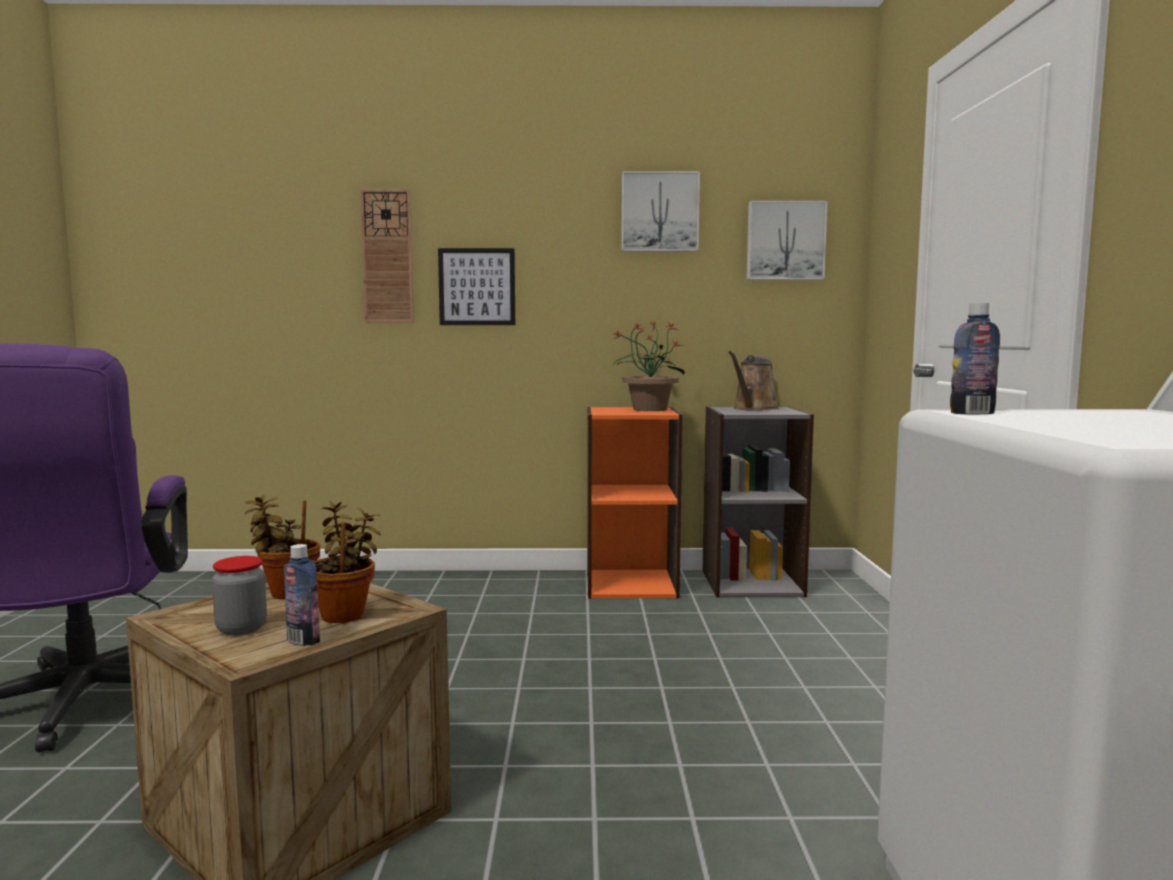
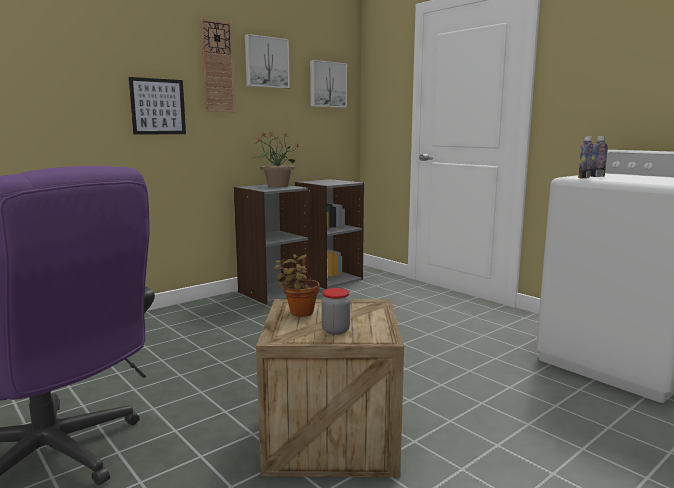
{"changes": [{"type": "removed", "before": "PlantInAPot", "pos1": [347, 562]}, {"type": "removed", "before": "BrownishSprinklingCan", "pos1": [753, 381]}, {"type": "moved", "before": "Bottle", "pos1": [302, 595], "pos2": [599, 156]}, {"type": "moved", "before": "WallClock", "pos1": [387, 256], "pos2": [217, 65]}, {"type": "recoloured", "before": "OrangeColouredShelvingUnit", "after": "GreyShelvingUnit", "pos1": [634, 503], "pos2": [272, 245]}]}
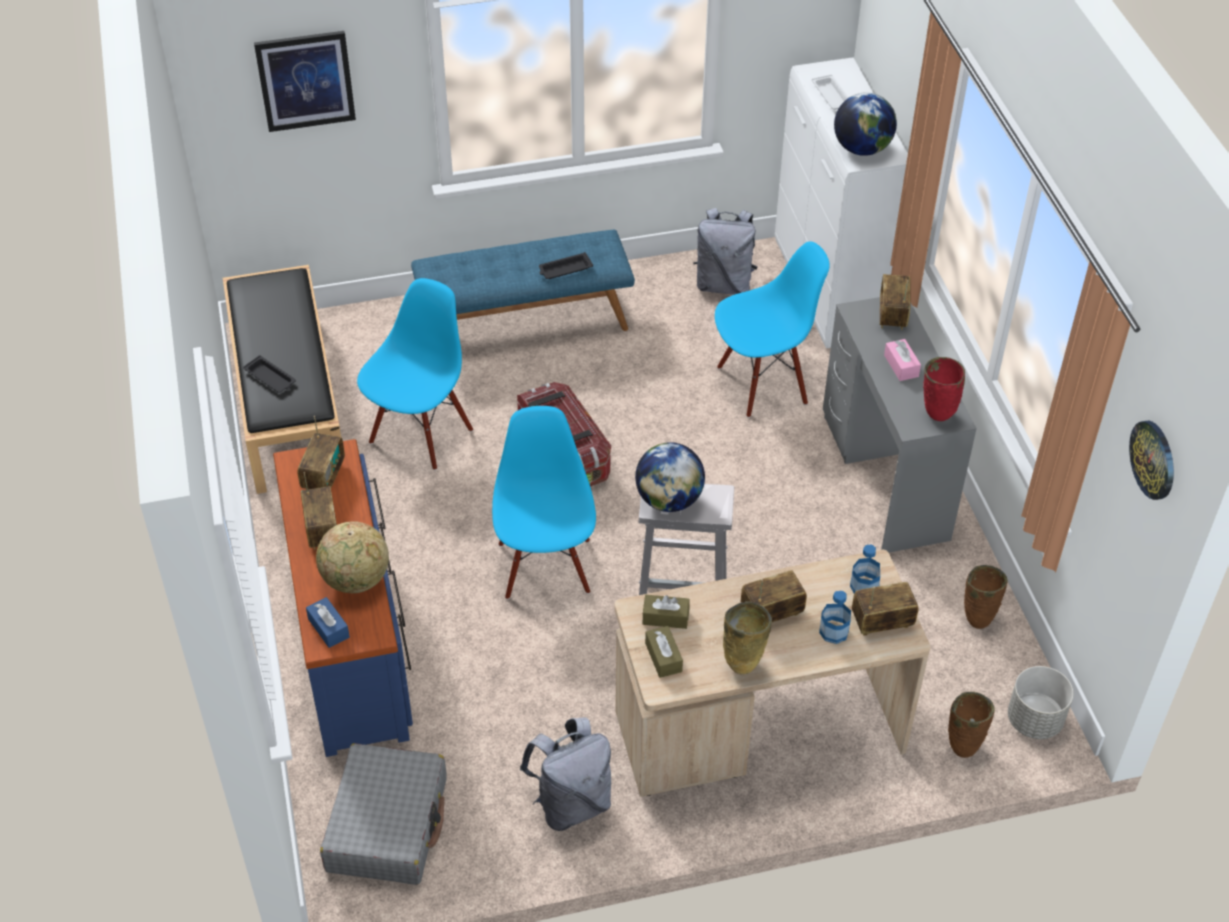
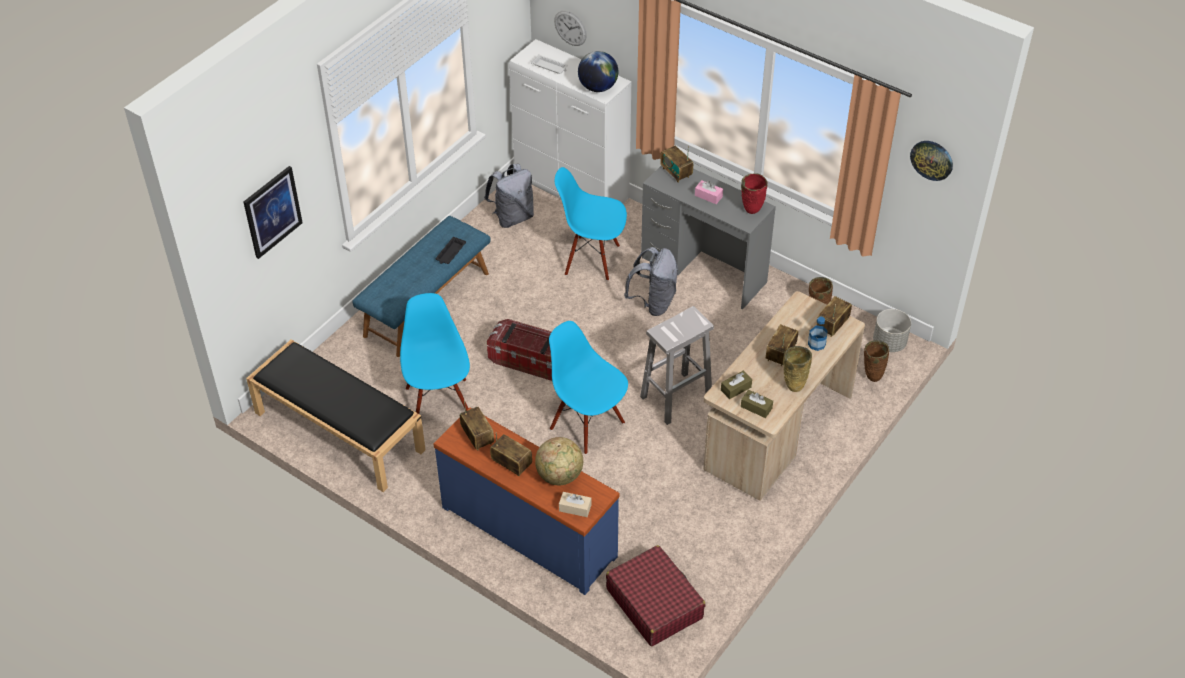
{"changes": [{"type": "removed", "before": "BlackCarryingTray", "pos1": [269, 374]}, {"type": "removed", "before": "Globe", "pos1": [670, 477]}, {"type": "removed", "before": "Bottle", "pos1": [865, 569]}, {"type": "added", "after": "WallClock", "pos2": [570, 28]}, {"type": "moved", "before": "GreyKnapsack", "pos1": [565, 774], "pos2": [651, 281]}, {"type": "recoloured", "before": "BluishBoxOfTissues", "after": "BeigeColouredBoxOfTissues", "pos1": [328, 622], "pos2": [575, 504]}, {"type": "recoloured", "before": "GreyPieceOfLuggage", "after": "ReddishPieceOfLuggage", "pos1": [383, 814], "pos2": [655, 595]}, {"type": "turned", "before": "BluishChair", "pos1": [772, 329], "pos2": [591, 224], "turn": -105}]}
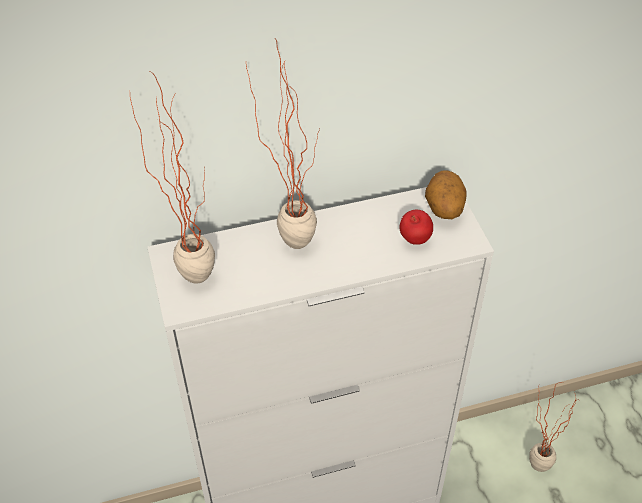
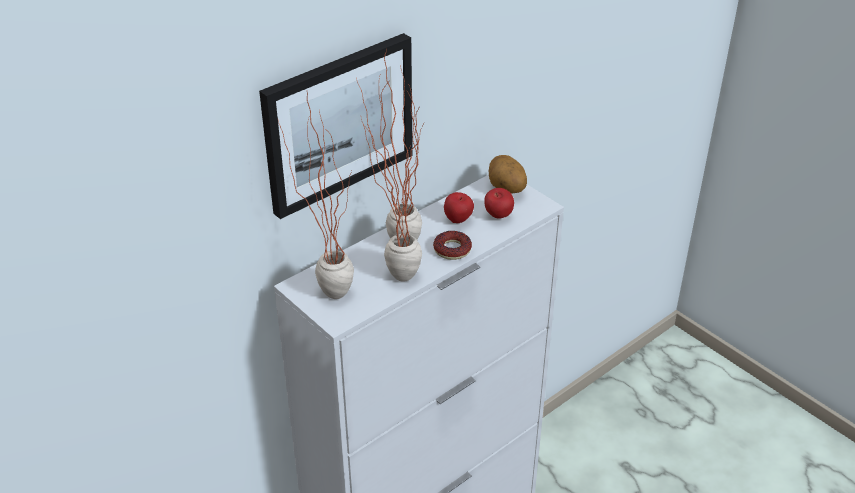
{"changes": [{"type": "added", "after": "WallPicture", "pos2": [336, 126]}, {"type": "added", "after": "RingDoughnut", "pos2": [452, 245]}, {"type": "added", "after": "Apple", "pos2": [459, 207]}, {"type": "moved", "before": "PlantInAPot", "pos1": [553, 427], "pos2": [391, 182]}]}
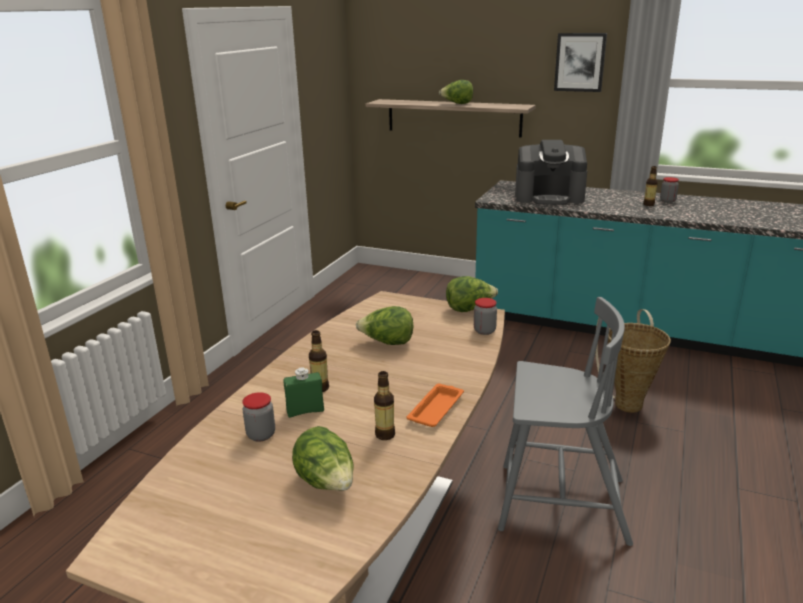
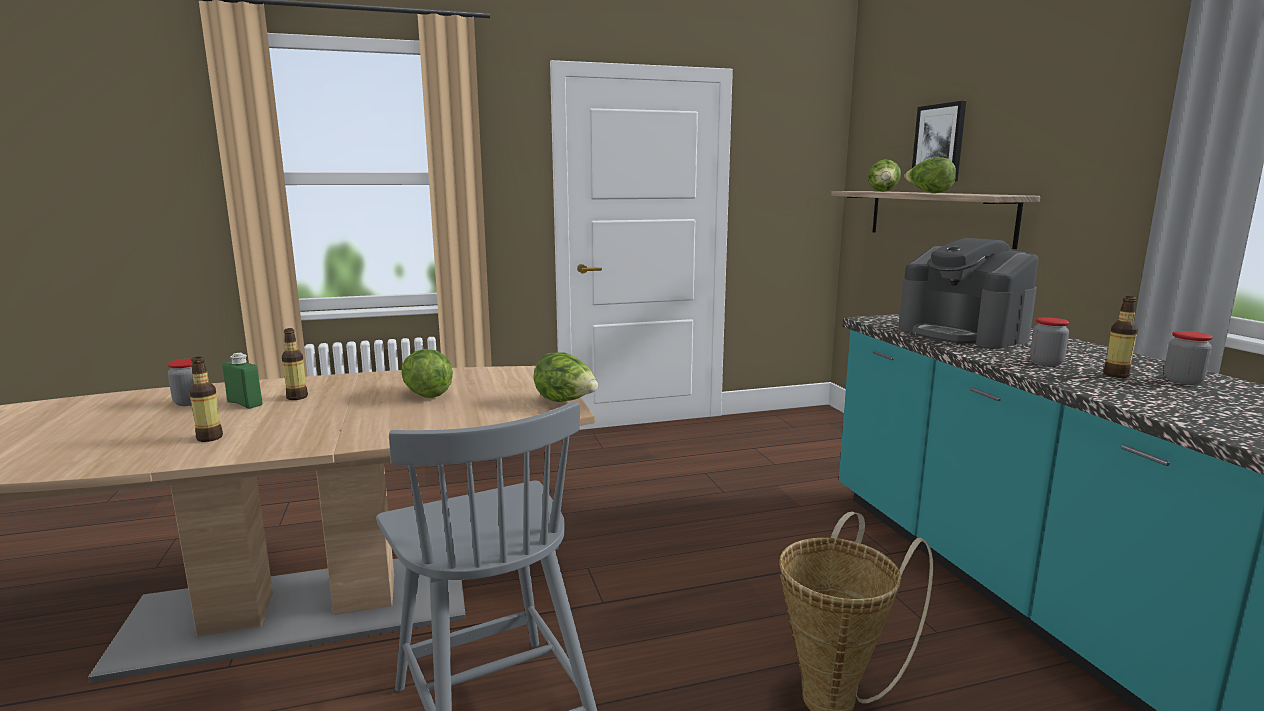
{"changes": [{"type": "removed", "before": "OrangeColouredCarryingTray", "pos1": [435, 405]}, {"type": "moved", "before": "HeadOfLettuce", "pos1": [323, 458], "pos2": [884, 175]}, {"type": "moved", "before": "PreserveJar", "pos1": [485, 316], "pos2": [1049, 341]}, {"type": "moved", "before": "WallPicture", "pos1": [580, 62], "pos2": [939, 141]}]}
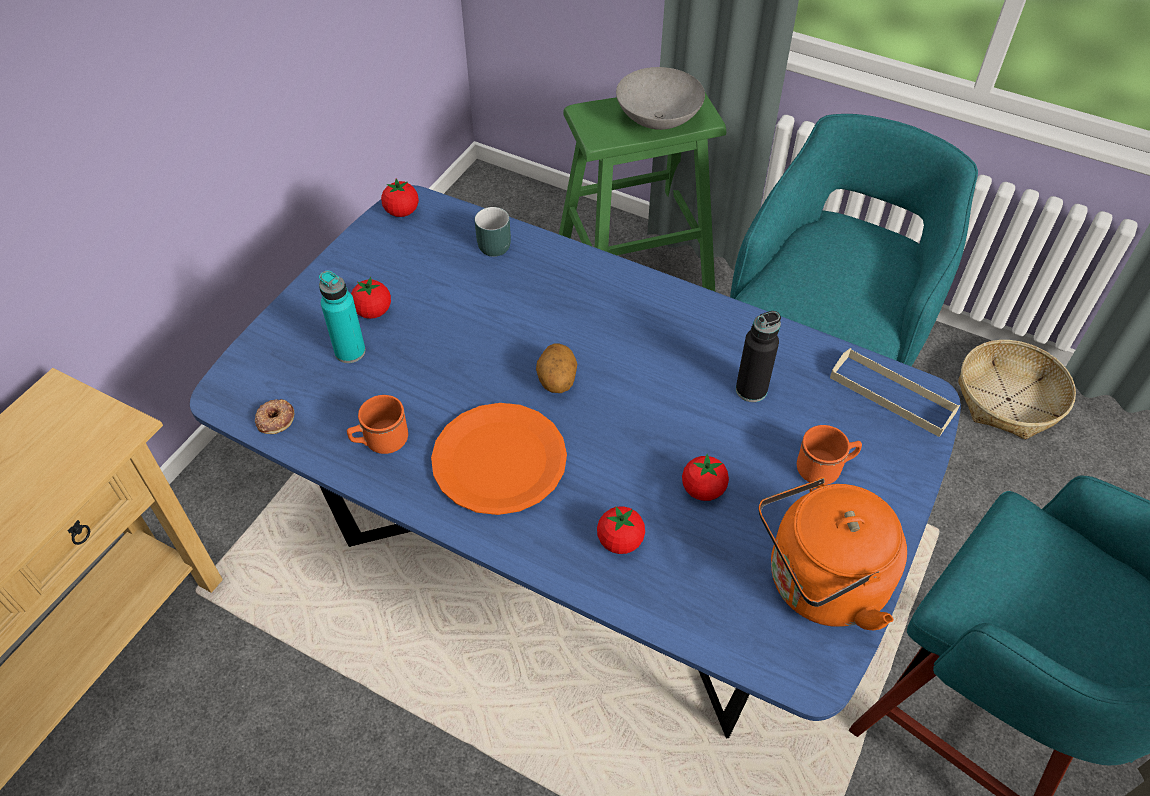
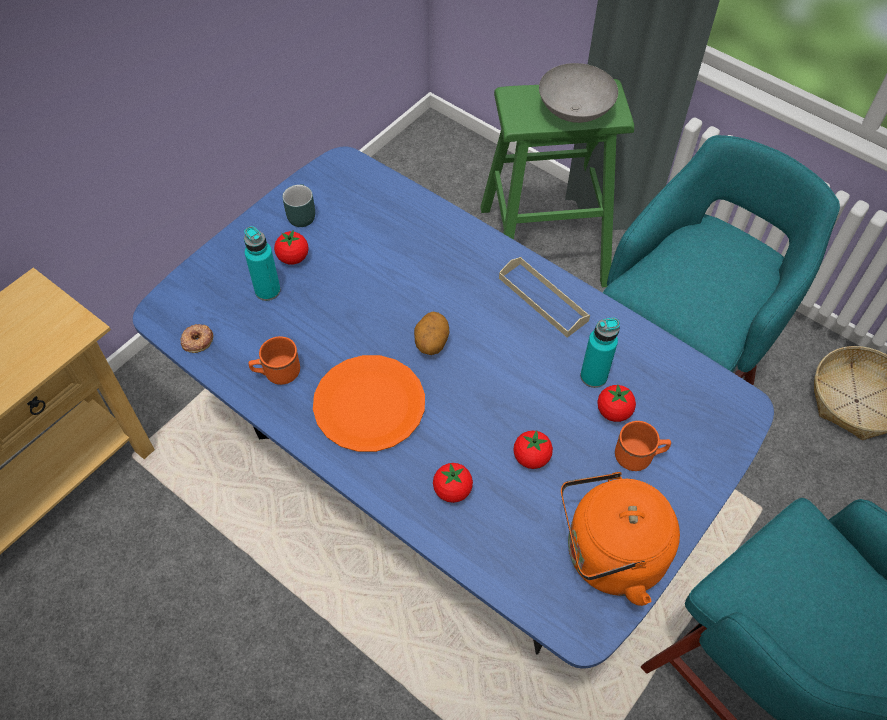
{"changes": [{"type": "moved", "before": "FreshTomato", "pos1": [400, 198], "pos2": [616, 403]}, {"type": "moved", "before": "TurquoiseColouredCoffeeMug", "pos1": [493, 232], "pos2": [298, 205]}, {"type": "moved", "before": "BeigeColouredCarryingTray", "pos1": [895, 392], "pos2": [544, 297]}, {"type": "recoloured", "before": "BlackBottle", "after": "TurquoiseColouredBottle", "pos1": [758, 356], "pos2": [600, 353]}]}
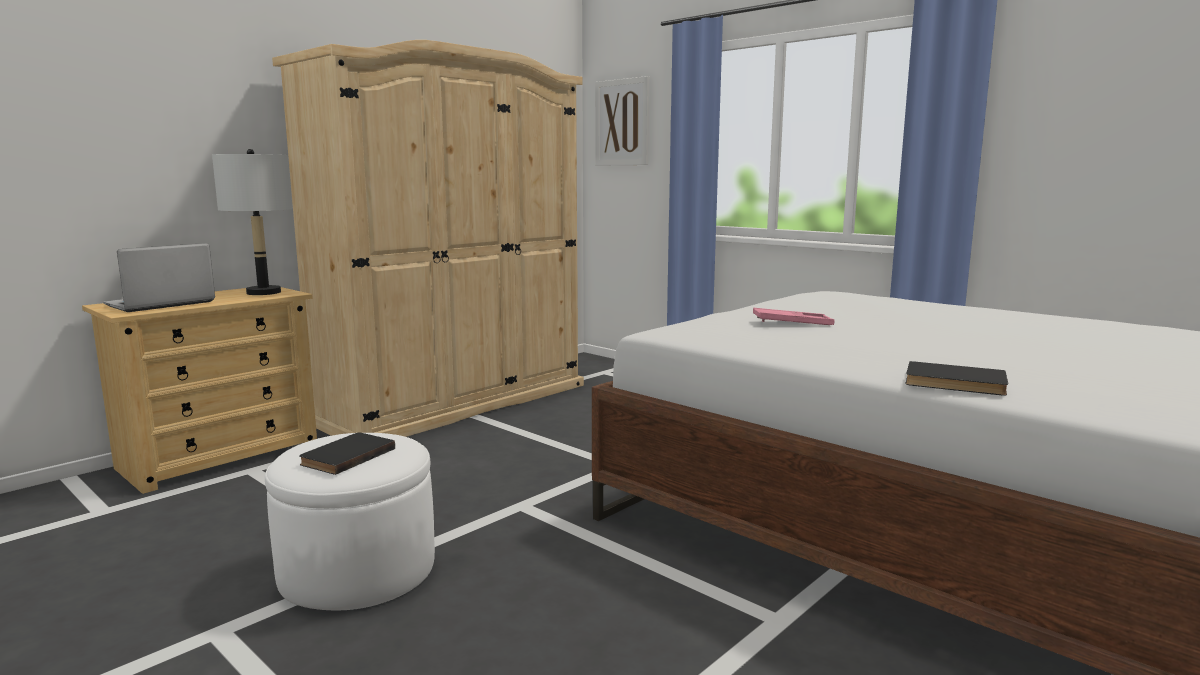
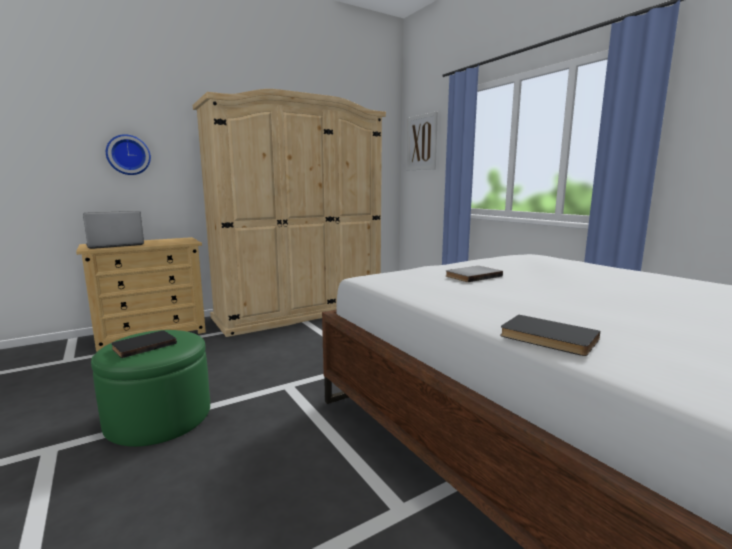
{"changes": [{"type": "removed", "before": "GreyTabletopLamp", "pos1": [252, 222]}, {"type": "added", "after": "WallClock", "pos2": [128, 154]}, {"type": "replaced", "before": "PinkCarryingTray", "after": "GreyBoundBook", "pos1": [794, 316], "pos2": [474, 274]}, {"type": "recoloured", "before": "WhiteOttoman", "after": "GreenColouredOttoman", "pos1": [350, 521], "pos2": [150, 388]}]}
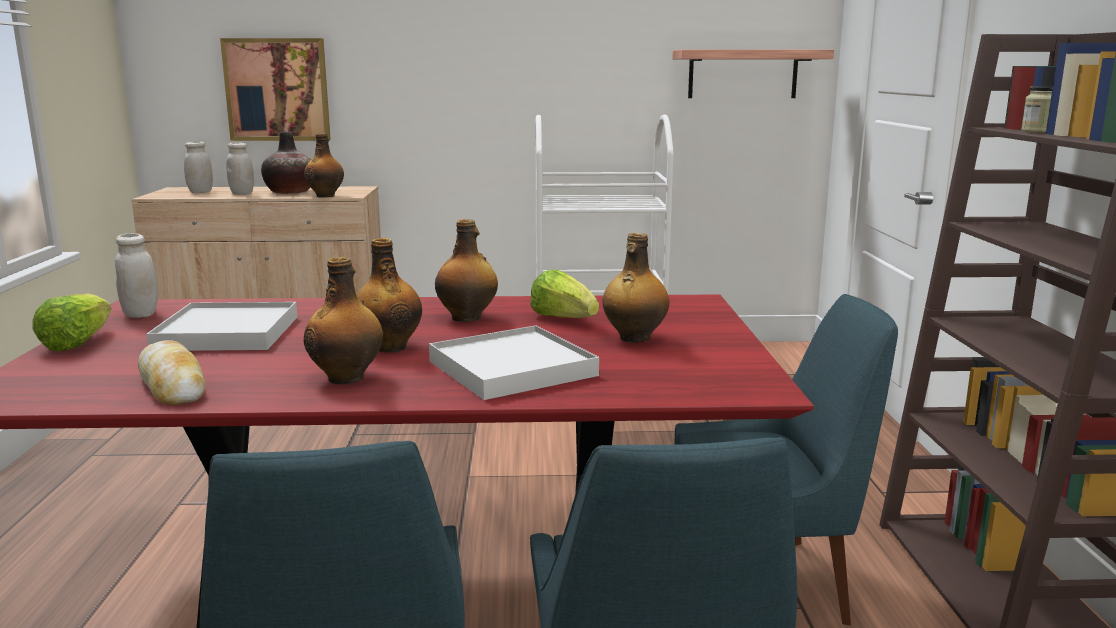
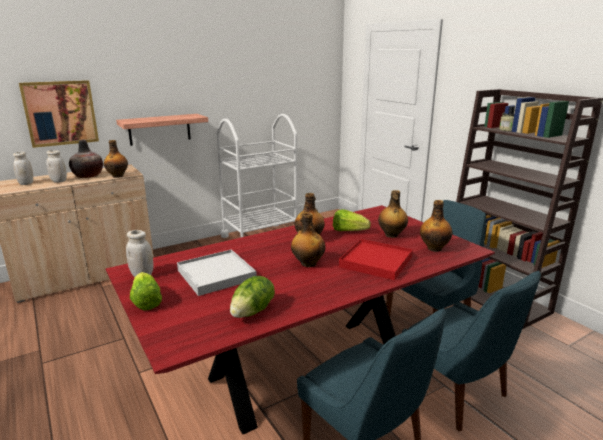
{"changes": [{"type": "moved", "before": "Bottle", "pos1": [343, 320], "pos2": [436, 226]}, {"type": "moved", "before": "Shelf", "pos1": [753, 74], "pos2": [162, 130]}, {"type": "replaced", "before": "BakedBread", "after": "HeadOfLettuce", "pos1": [171, 372], "pos2": [252, 297]}, {"type": "recoloured", "before": "WhiteCarryingTray", "after": "ReddishCarryingTray", "pos1": [514, 362], "pos2": [376, 259]}]}
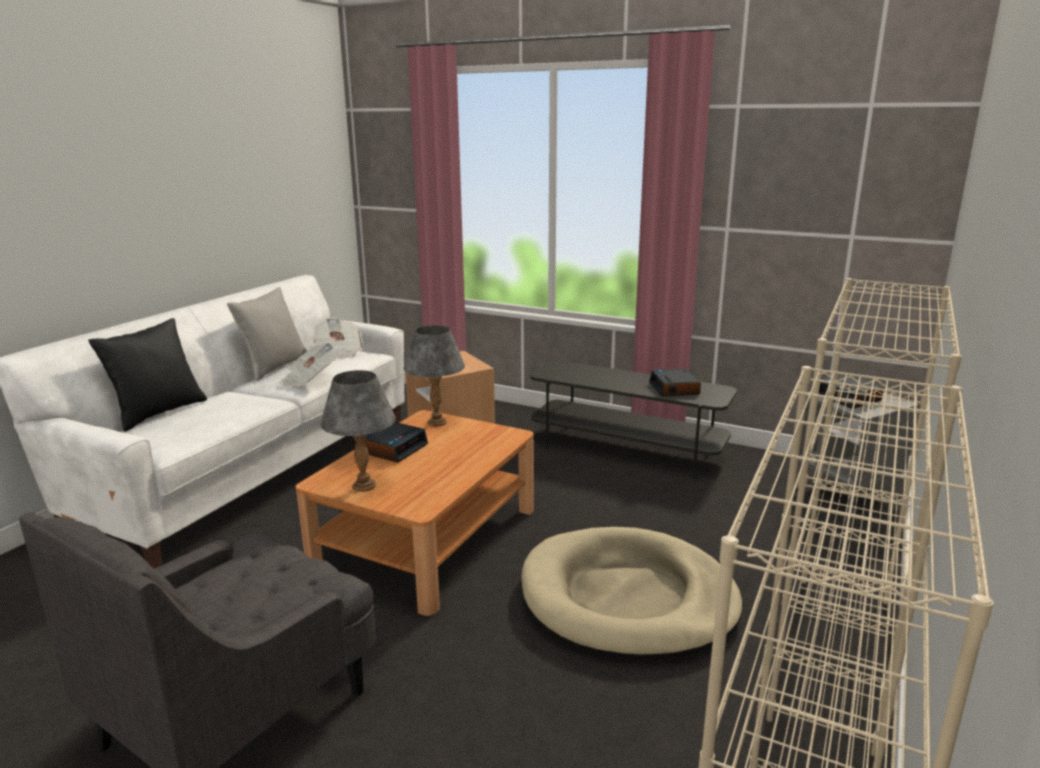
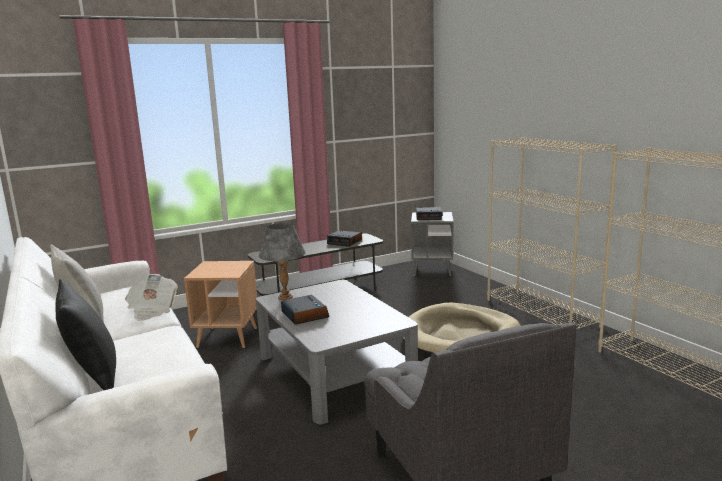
{"changes": [{"type": "removed", "before": "DailyPaper", "pos1": [338, 339]}, {"type": "removed", "before": "GreyTabletopLamp", "pos1": [358, 431]}, {"type": "recoloured", "before": "BrownishLowTable", "after": "GreyLowTable", "pos1": [415, 513], "pos2": [337, 352]}]}
